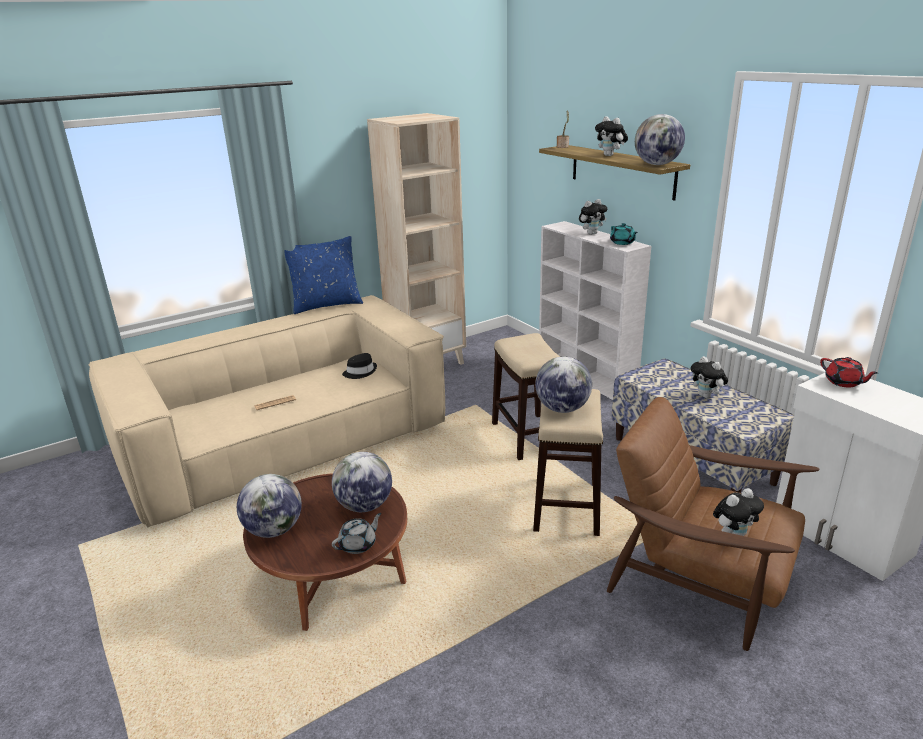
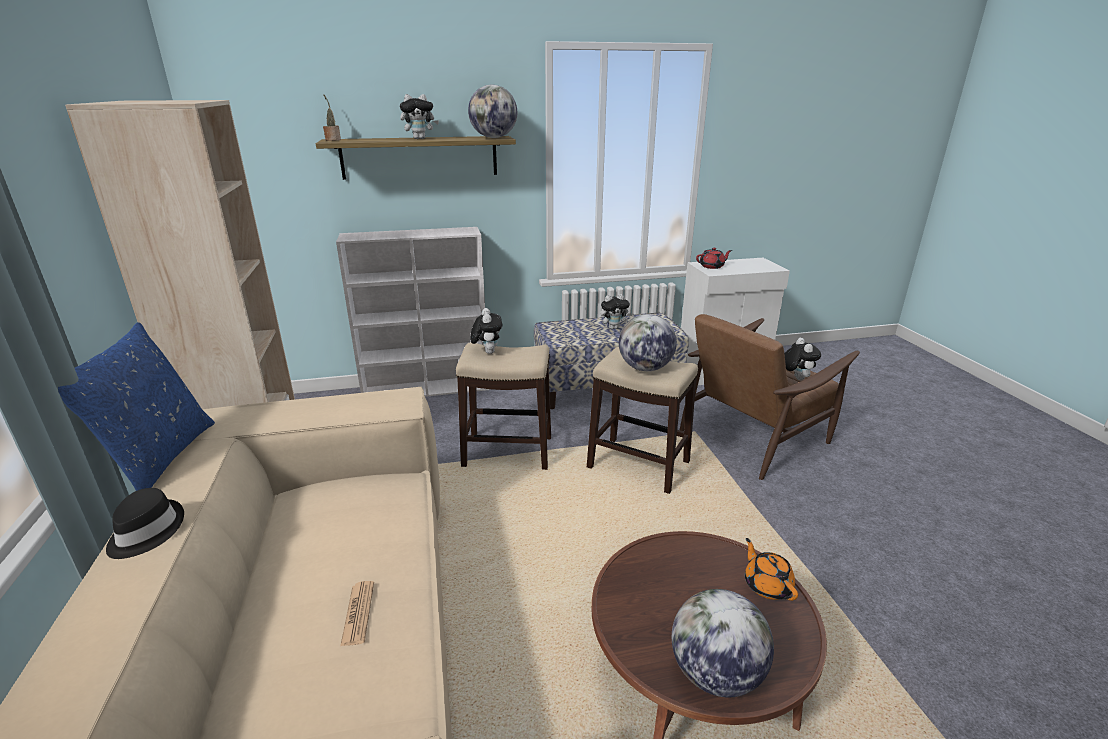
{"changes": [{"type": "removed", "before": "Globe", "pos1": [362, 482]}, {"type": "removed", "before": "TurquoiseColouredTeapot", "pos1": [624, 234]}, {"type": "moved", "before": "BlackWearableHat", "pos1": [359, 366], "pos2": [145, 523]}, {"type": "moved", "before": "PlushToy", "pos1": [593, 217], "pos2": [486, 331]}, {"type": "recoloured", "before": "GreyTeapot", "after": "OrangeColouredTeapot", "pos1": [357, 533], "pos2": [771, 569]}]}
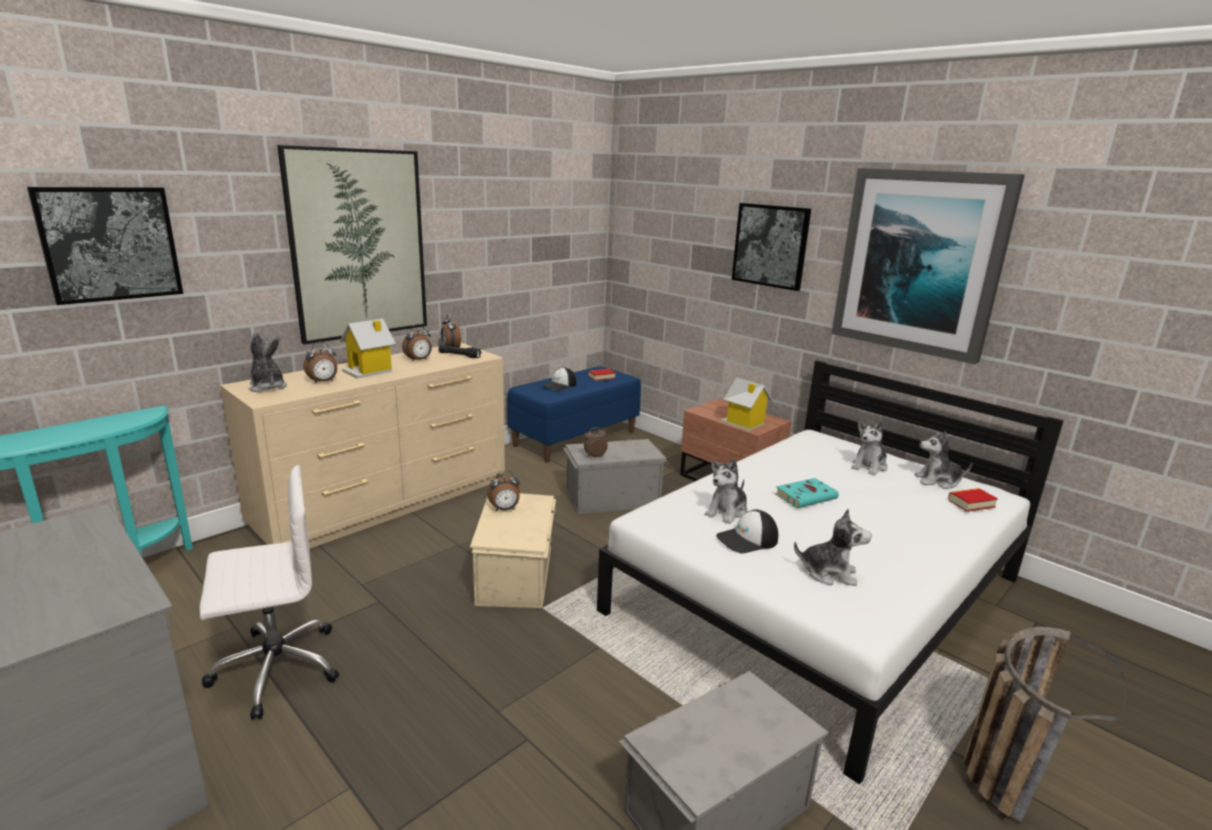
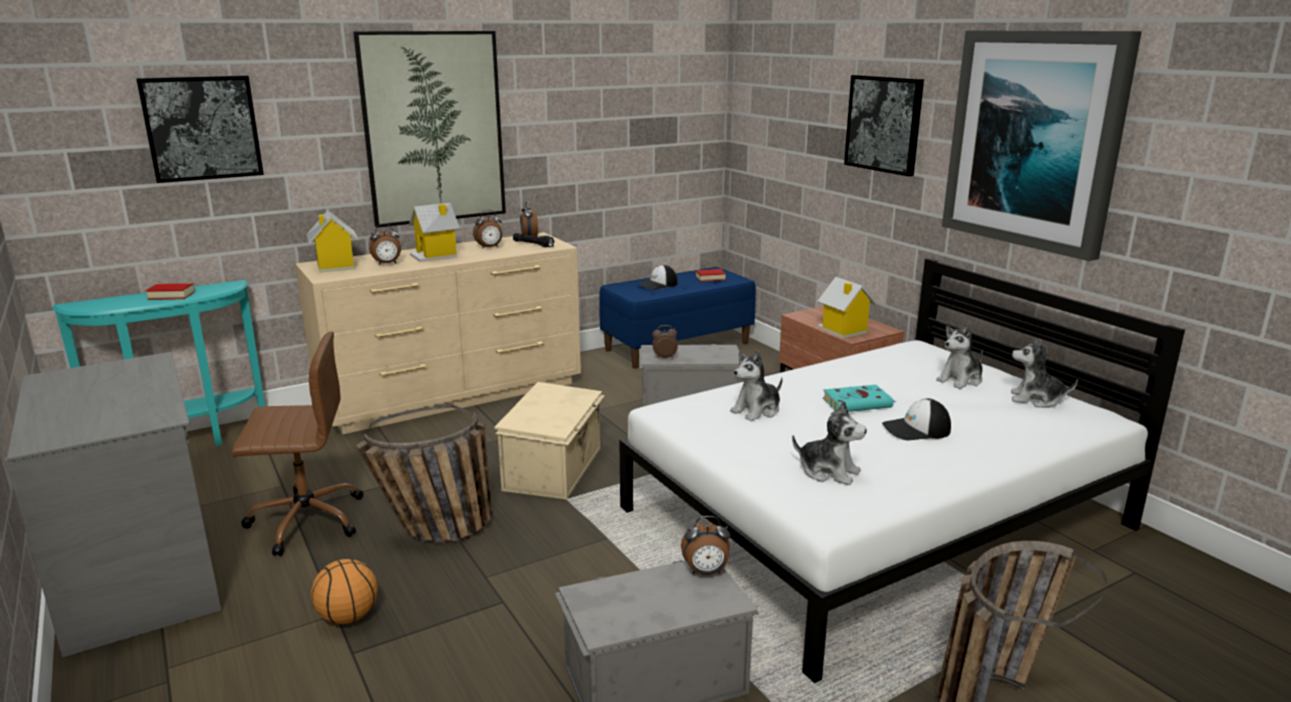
{"changes": [{"type": "added", "after": "BallForBasketball", "pos2": [344, 591]}, {"type": "added", "after": "Basket", "pos2": [424, 474]}, {"type": "moved", "before": "AlarmClock", "pos1": [503, 490], "pos2": [705, 545]}, {"type": "moved", "before": "PeakedCap", "pos1": [747, 531], "pos2": [916, 419]}, {"type": "moved", "before": "BoundBook", "pos1": [973, 500], "pos2": [170, 291]}, {"type": "replaced", "before": "PlushToy", "after": "ModelHouse", "pos1": [267, 362], "pos2": [332, 241]}, {"type": "recoloured", "before": "WhiteDeskChair", "after": "BrownishDeskChair", "pos1": [269, 592], "pos2": [297, 443]}]}
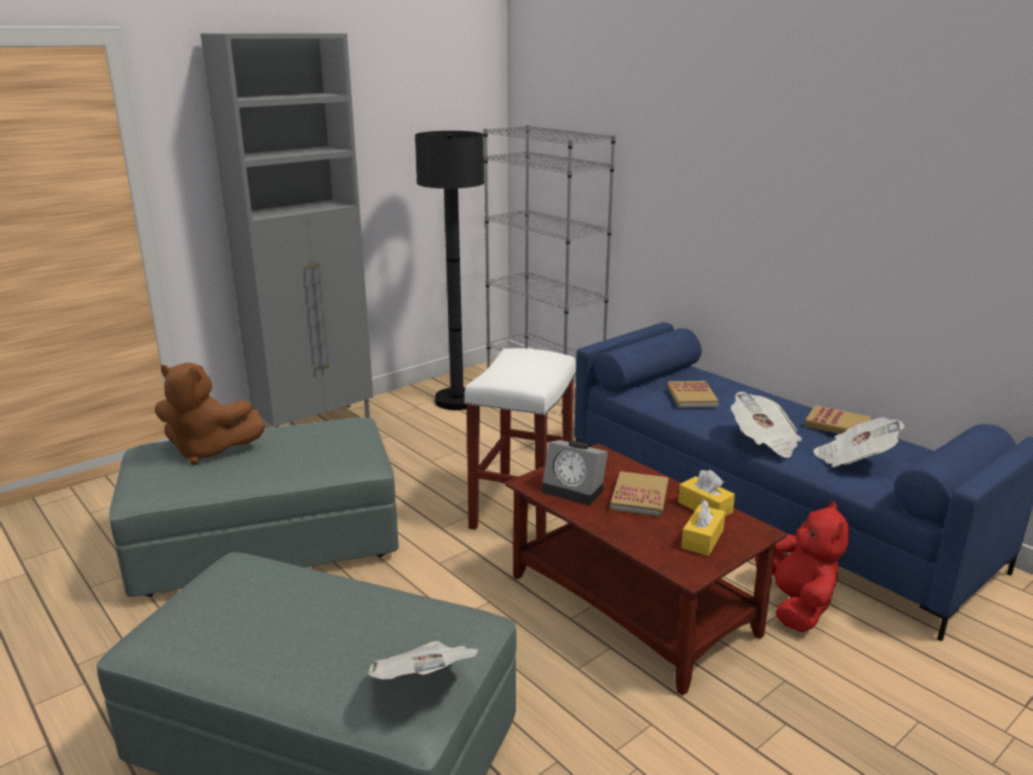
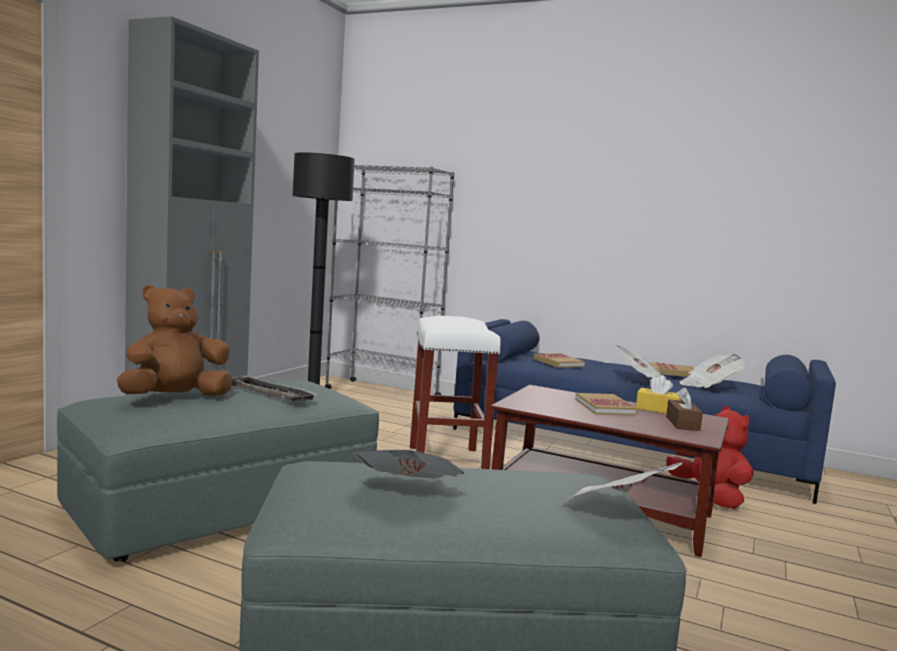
{"changes": [{"type": "removed", "before": "AlarmClock", "pos1": [574, 473]}, {"type": "added", "after": "CarryingTray", "pos2": [275, 388]}, {"type": "added", "after": "DailyPaper", "pos2": [407, 464]}, {"type": "recoloured", "before": "YellowishBoxOfTissues", "after": "BrownishBoxOfTissues", "pos1": [703, 527], "pos2": [684, 409]}, {"type": "turned", "before": "BrownishPlushToy", "pos1": [210, 414], "pos2": [175, 340], "turn": 150}]}
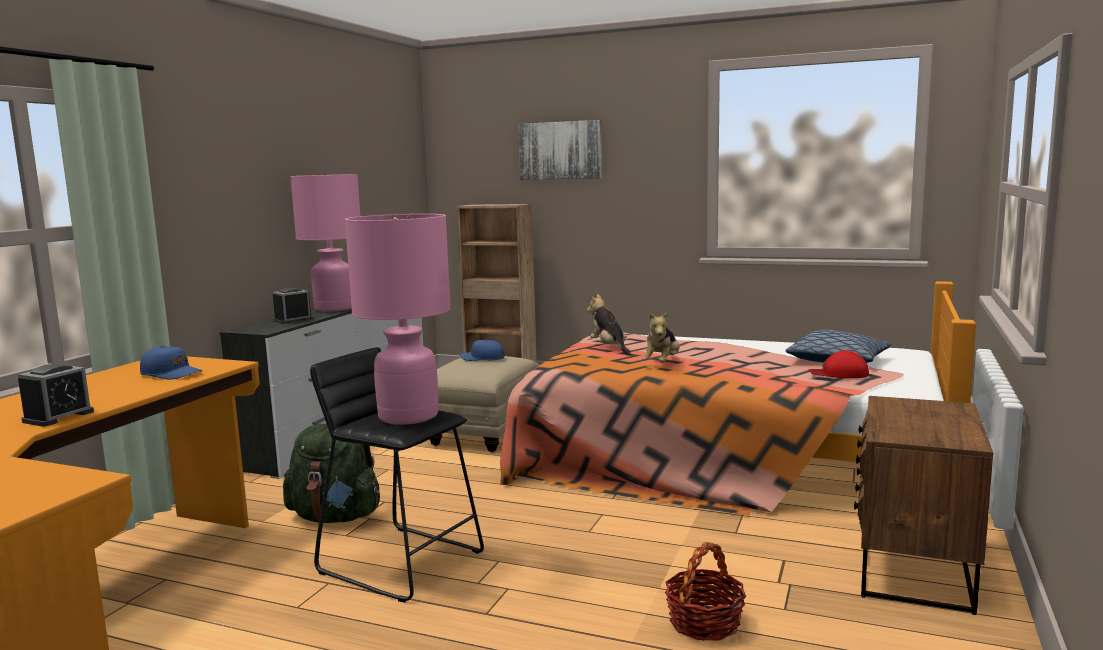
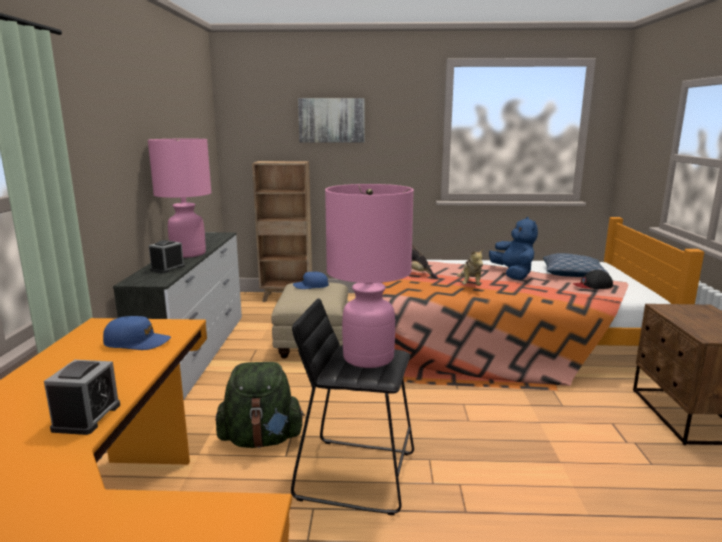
{"changes": [{"type": "removed", "before": "Basket", "pos1": [705, 591]}, {"type": "added", "after": "BluishPlushToy", "pos2": [513, 248]}, {"type": "recoloured", "before": "ReddishPeakedCap", "after": "BlackPeakedCap", "pos1": [838, 364], "pos2": [593, 279]}]}
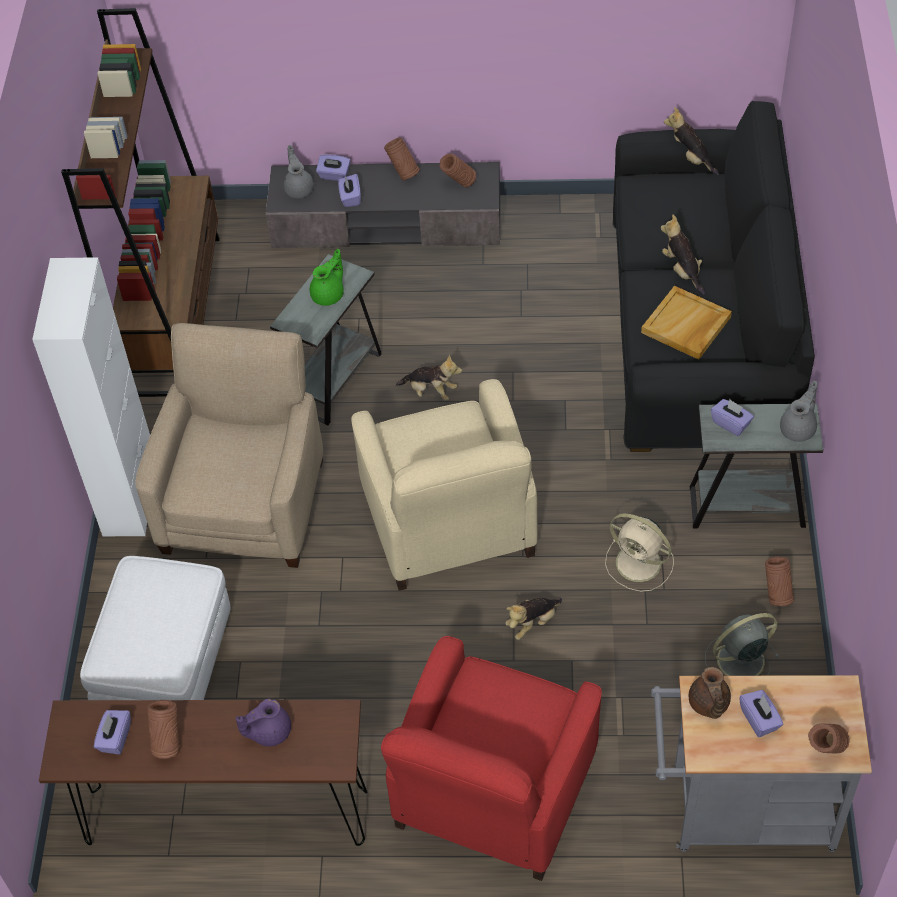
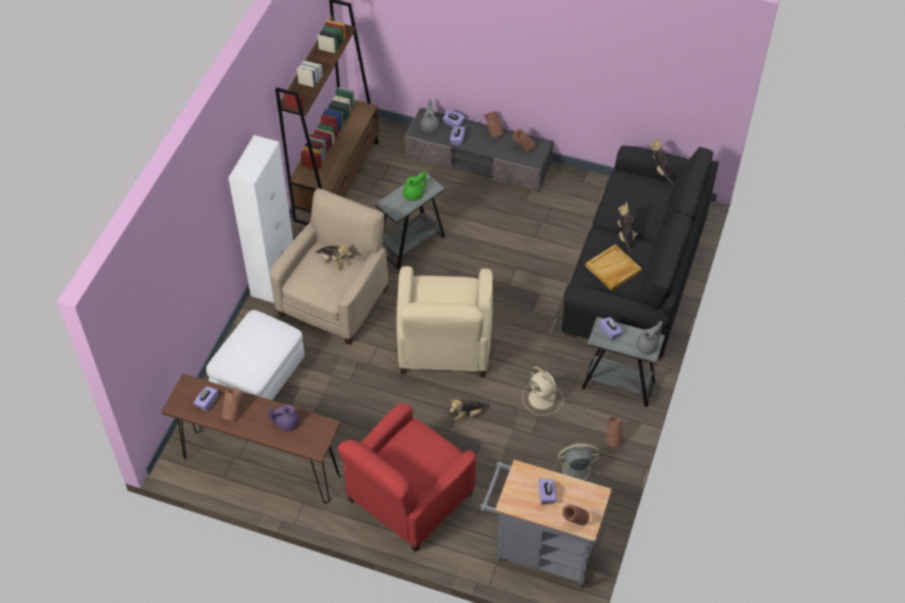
{"changes": [{"type": "removed", "before": "BrownishTeapot", "pos1": [710, 693]}, {"type": "moved", "before": "PlushToy", "pos1": [429, 377], "pos2": [333, 256]}]}
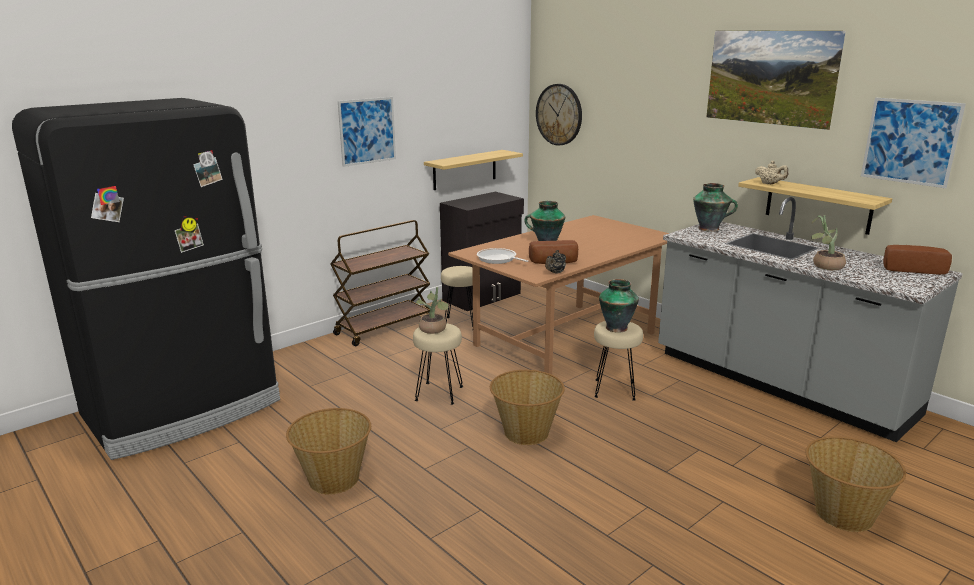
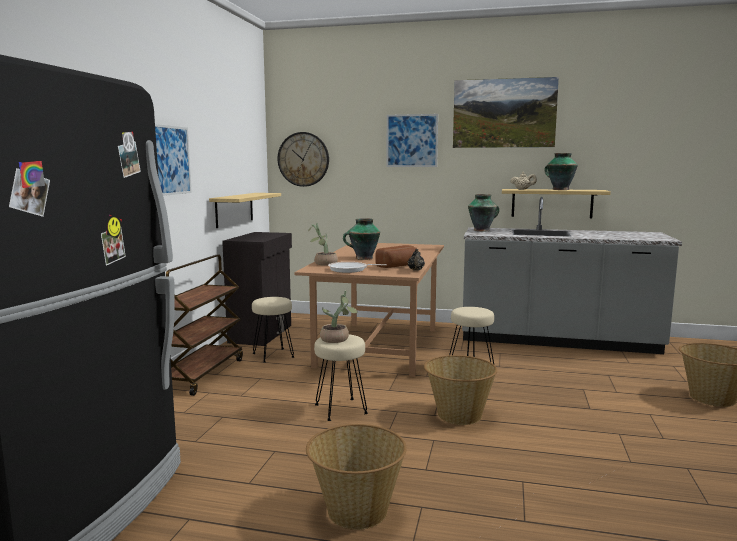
{"changes": [{"type": "removed", "before": "BakedBread", "pos1": [917, 260]}, {"type": "moved", "before": "DecorativeVase", "pos1": [619, 306], "pos2": [561, 171]}, {"type": "moved", "before": "PlantInAPot", "pos1": [828, 242], "pos2": [323, 244]}, {"type": "moved", "before": "WallPicture", "pos1": [913, 143], "pos2": [412, 140]}]}
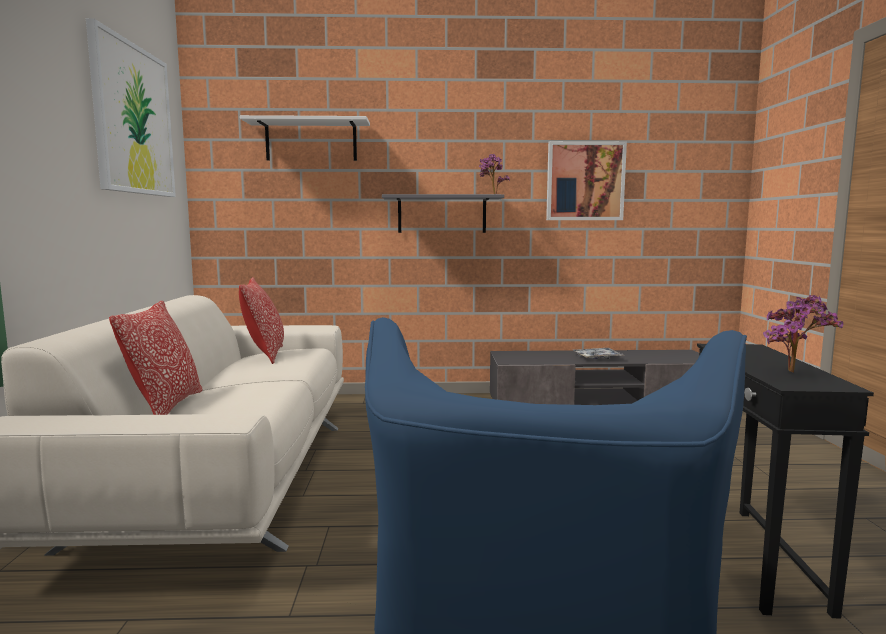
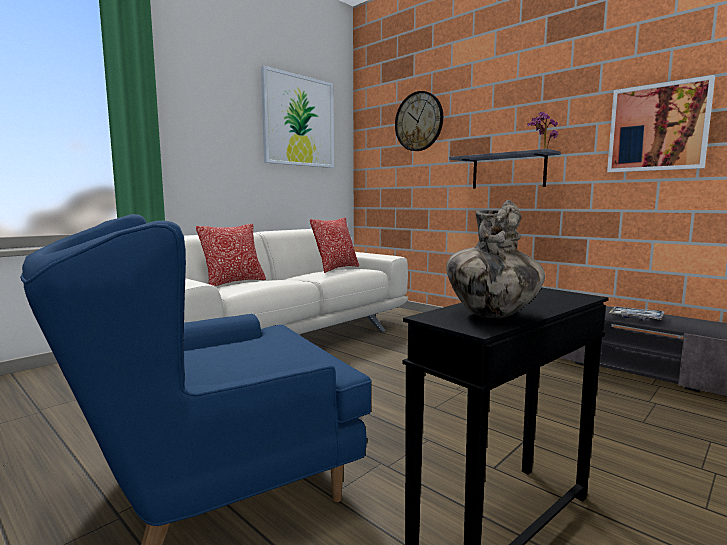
{"changes": [{"type": "replaced", "before": "WhiteShelf", "after": "WallClock", "pos1": [305, 138], "pos2": [419, 121]}, {"type": "replaced", "before": "PlantInAPot", "after": "DecorativeVase", "pos1": [803, 334], "pos2": [495, 259]}]}
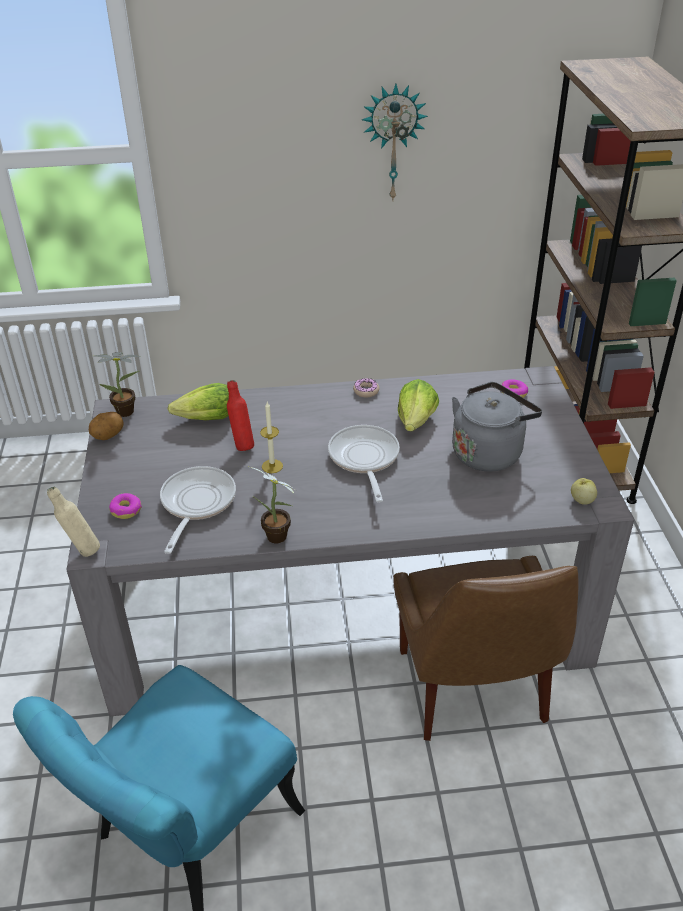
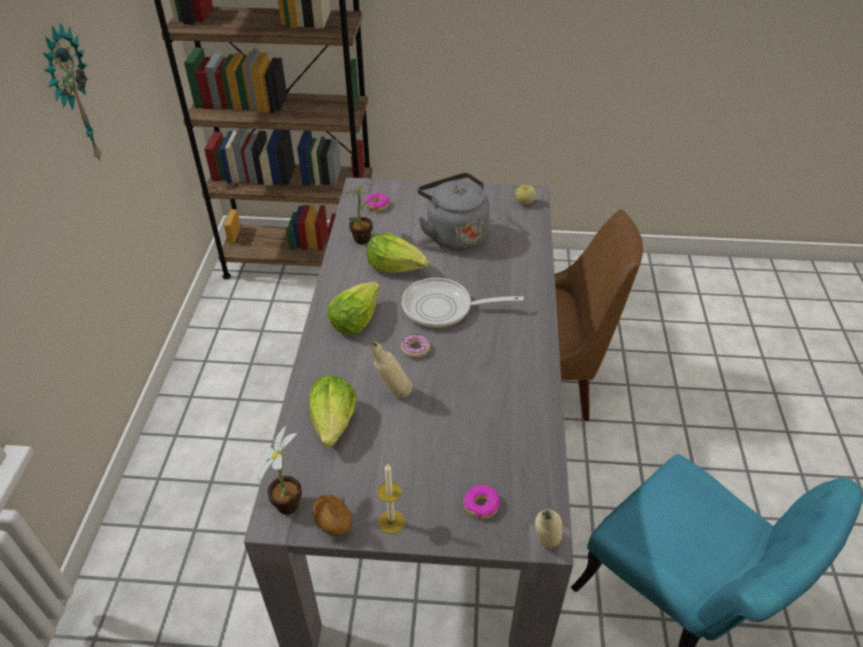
{"changes": [{"type": "removed", "before": "Pan", "pos1": [198, 510]}, {"type": "added", "after": "HeadOfLettuce", "pos2": [353, 308]}, {"type": "moved", "before": "PlantInAPot", "pos1": [274, 505], "pos2": [358, 212]}, {"type": "moved", "before": "WaxLight", "pos1": [271, 437], "pos2": [391, 498]}, {"type": "moved", "before": "RingDoughnut", "pos1": [366, 388], "pos2": [415, 346]}, {"type": "recoloured", "before": "ReddishBottle", "after": "BeigeColouredBottle", "pos1": [240, 415], "pos2": [391, 370]}]}
